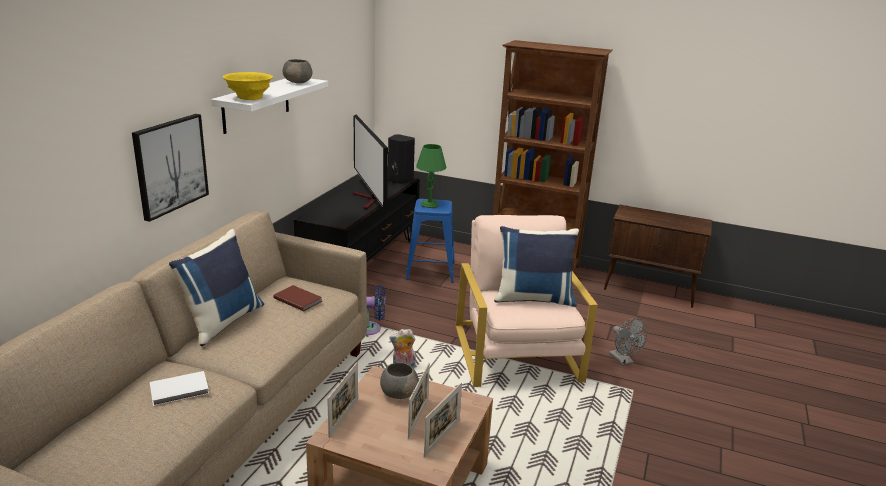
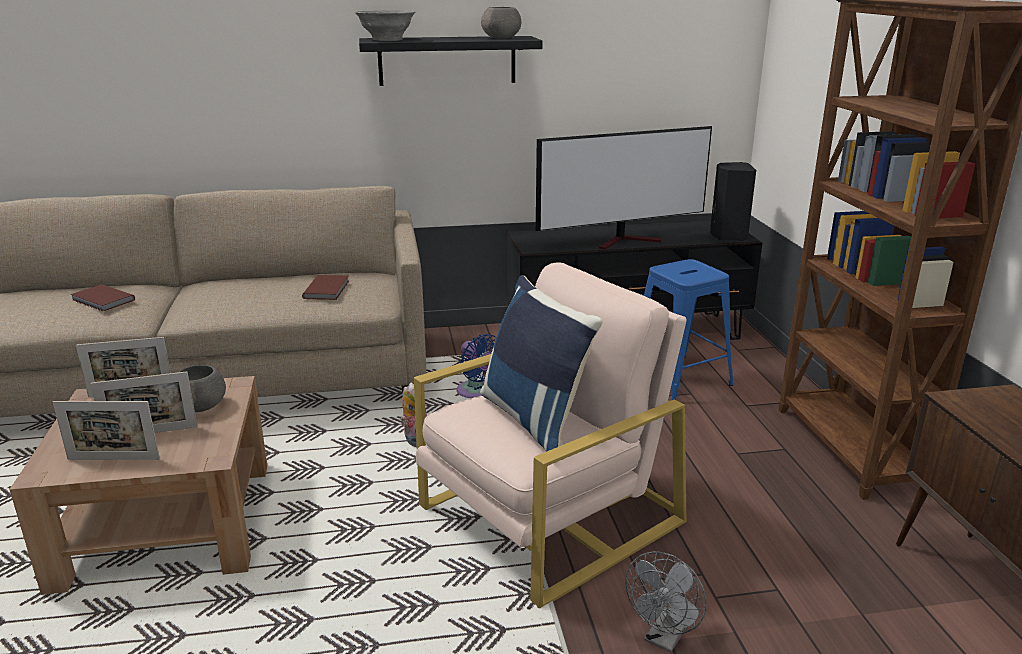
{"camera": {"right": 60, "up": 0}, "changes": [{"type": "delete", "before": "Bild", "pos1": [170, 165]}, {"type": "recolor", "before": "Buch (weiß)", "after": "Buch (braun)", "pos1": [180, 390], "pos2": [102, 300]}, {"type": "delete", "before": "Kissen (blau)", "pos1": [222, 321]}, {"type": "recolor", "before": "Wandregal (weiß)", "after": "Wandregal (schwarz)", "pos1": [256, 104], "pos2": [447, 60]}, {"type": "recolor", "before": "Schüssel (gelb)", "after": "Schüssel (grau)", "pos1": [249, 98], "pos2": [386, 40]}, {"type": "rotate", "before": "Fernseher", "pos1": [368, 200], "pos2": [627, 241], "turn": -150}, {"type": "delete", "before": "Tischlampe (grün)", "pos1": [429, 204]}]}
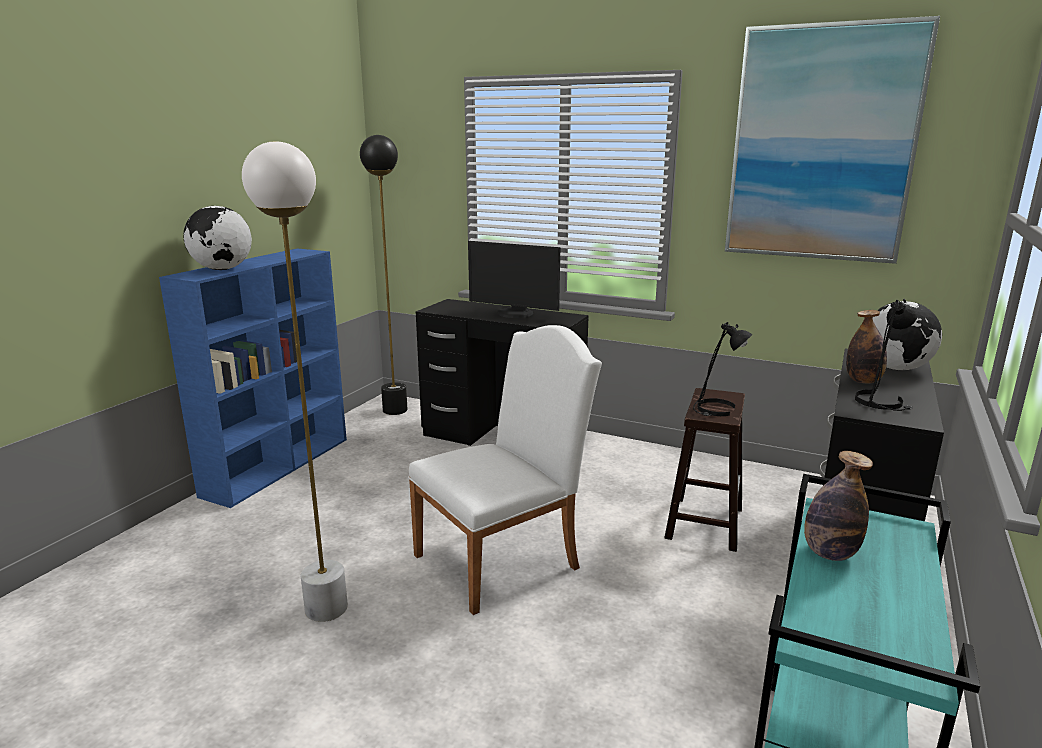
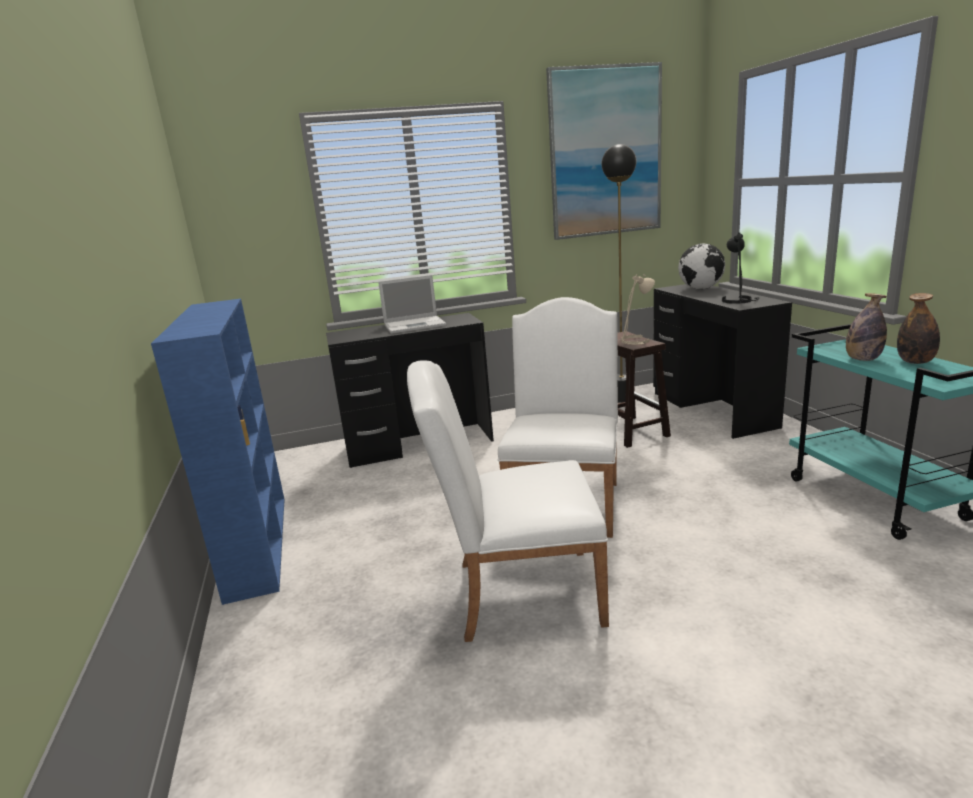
{"camera": {"right": -40, "up": 0}, "changes": [{"type": "delete", "before": "Globus", "pos1": [222, 269]}, {"type": "replace", "before": "Stehlampe (weiß)", "after": "Stuhl (weiß)", "pos1": [326, 608], "pos2": [516, 593]}, {"type": "move", "before": "Stehlampe (schwarz)", "pos1": [395, 410], "pos2": [621, 399]}, {"type": "replace", "before": "Monitor", "after": "Laptop", "pos1": [514, 314], "pos2": [416, 325]}, {"type": "recolor", "before": "Tischlampe (schwarz)", "after": "Tischlampe (beige)", "pos1": [716, 410], "pos2": [636, 341]}, {"type": "move", "before": "Flasche", "pos1": [863, 381], "pos2": [915, 362]}]}
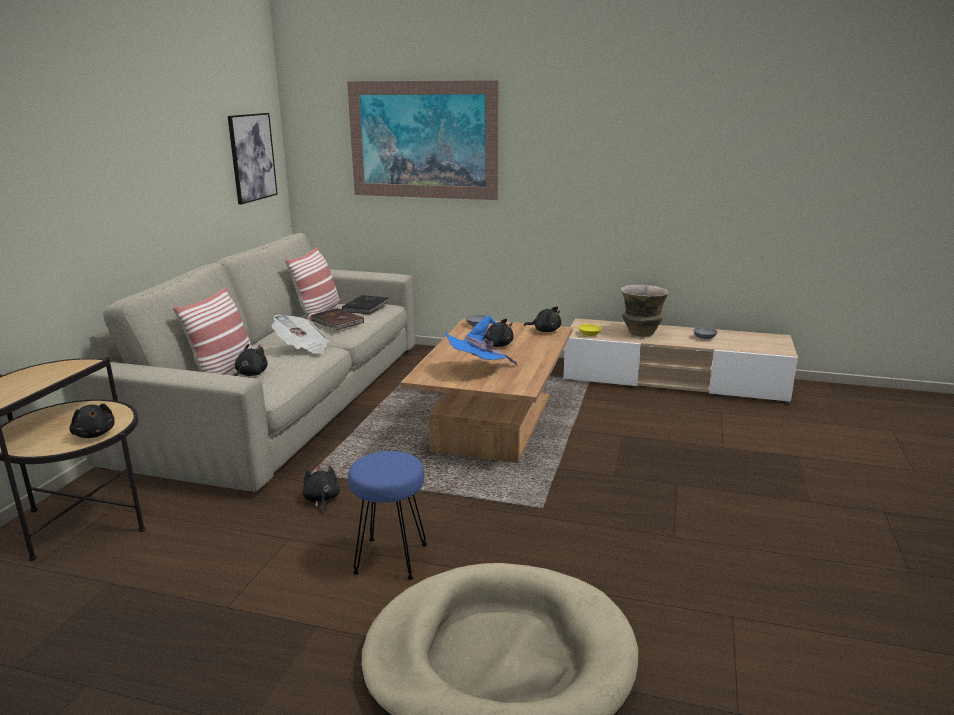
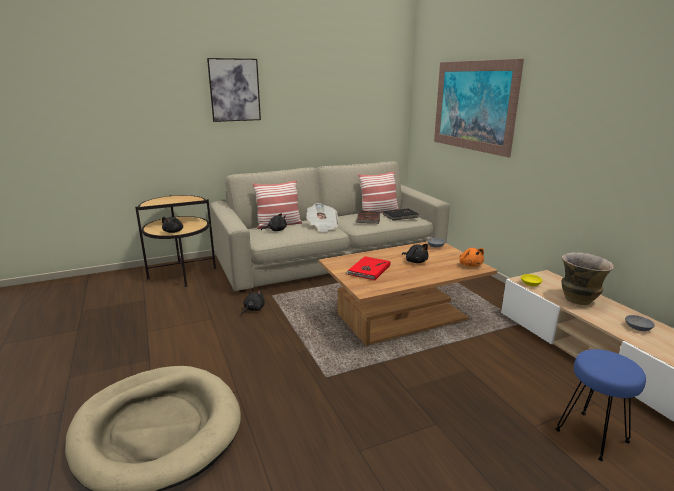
{"camera": {"right": 50, "up": 0}, "changes": [{"type": "move", "before": "Bild", "pos1": [252, 157], "pos2": [234, 90]}, {"type": "move", "before": "Hocker (blau)", "pos1": [391, 558], "pos2": [592, 435]}, {"type": "replace", "before": "Hut (blau)", "after": "Buch (rot)", "pos1": [477, 370], "pos2": [368, 270]}, {"type": "recolor", "before": "Plüschtier (schwarz)", "after": "Plüschtier (orange)", "pos1": [545, 330], "pos2": [470, 265]}]}
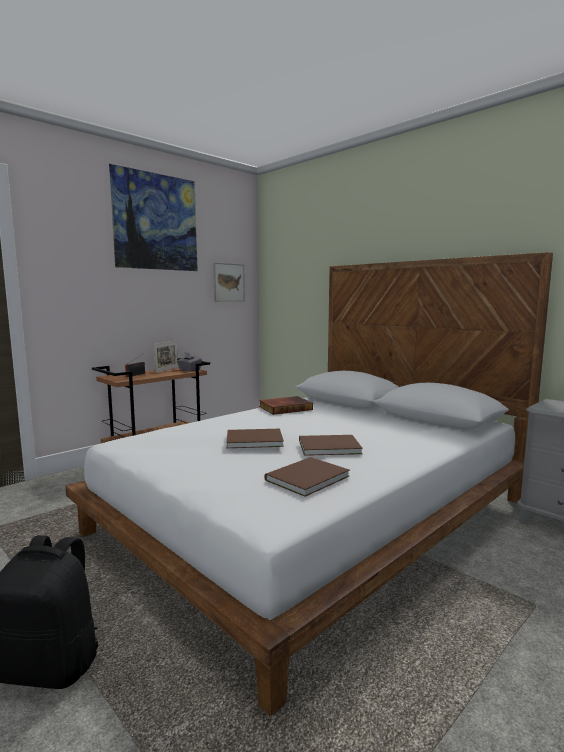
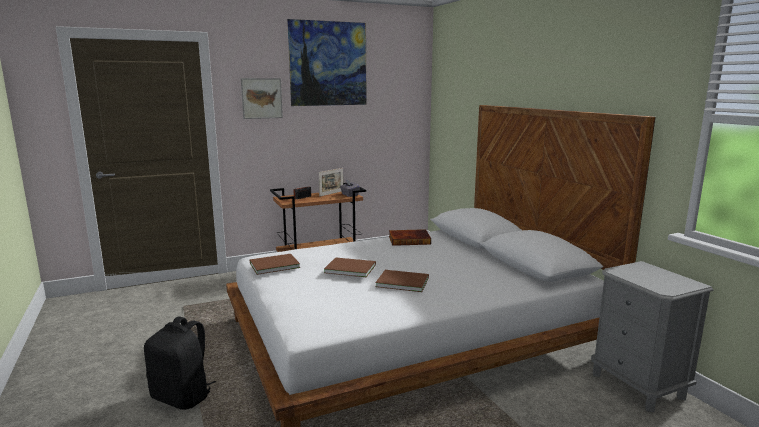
{"camera": {"right": 20, "up": 5}, "changes": [{"type": "move", "before": "Bild", "pos1": [228, 282], "pos2": [262, 98]}, {"type": "move", "before": "Buch (braun)", "pos1": [304, 478], "pos2": [272, 265]}]}
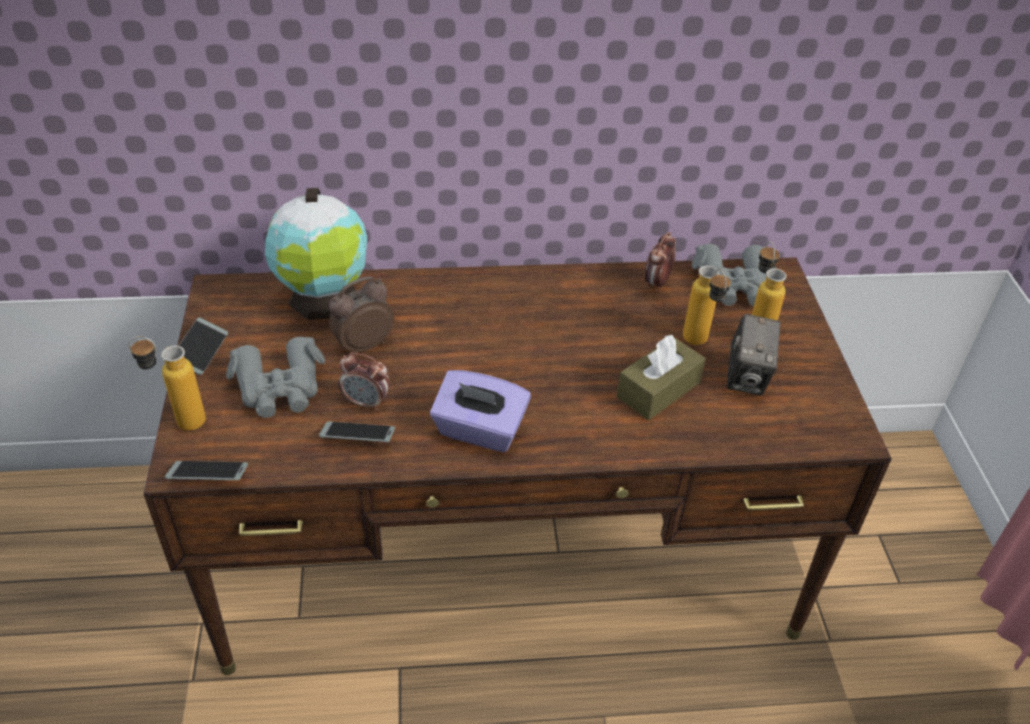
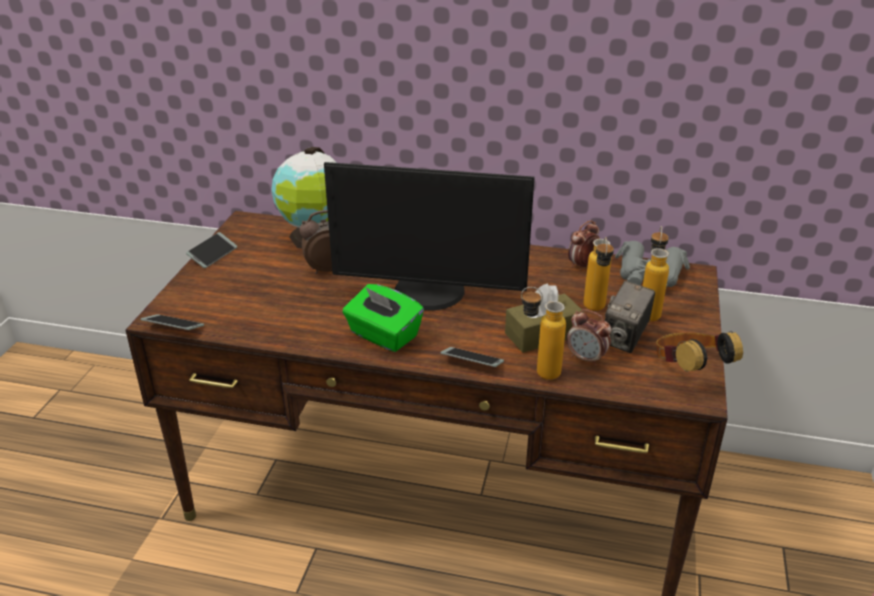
{"camera": {"right": 20, "up": -10}, "changes": [{"type": "move", "before": "Flasche", "pos1": [179, 422], "pos2": [538, 371]}, {"type": "delete", "before": "Fernglas (grau)", "pos1": [279, 387]}, {"type": "move", "before": "Handy", "pos1": [358, 437], "pos2": [472, 362]}, {"type": "move", "before": "Wecker", "pos1": [366, 402], "pos2": [586, 358]}, {"type": "recolor", "before": "Taschentuchbox (lila)", "after": "Taschentuchbox (grün)", "pos1": [479, 431], "pos2": [383, 335]}, {"type": "insert", "after": "Monitor", "pos2": [429, 293]}, {"type": "insert", "after": "Kopfhörer", "pos2": [689, 371]}]}
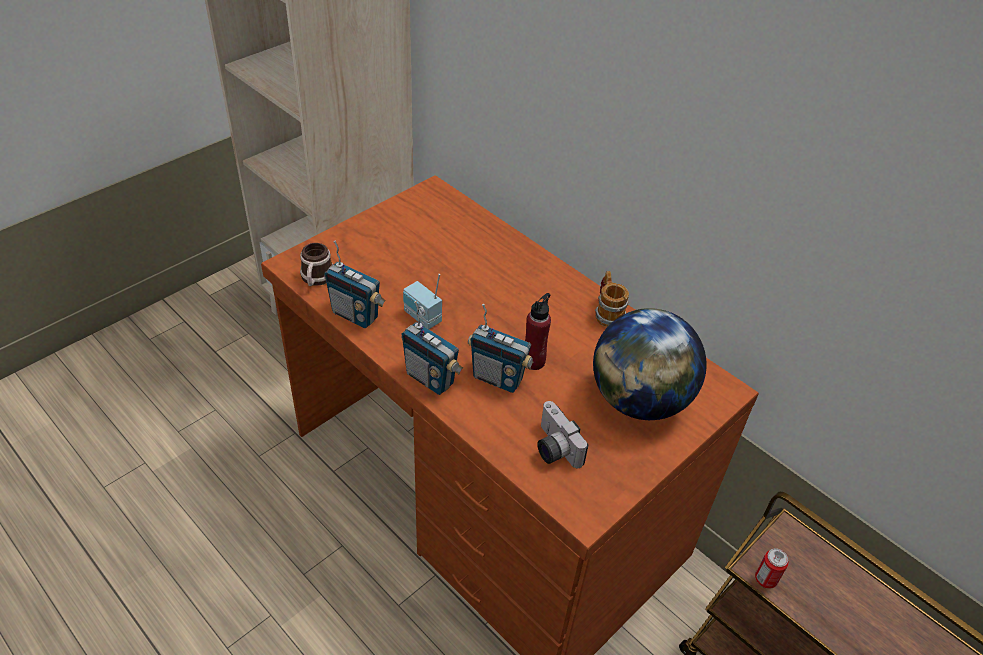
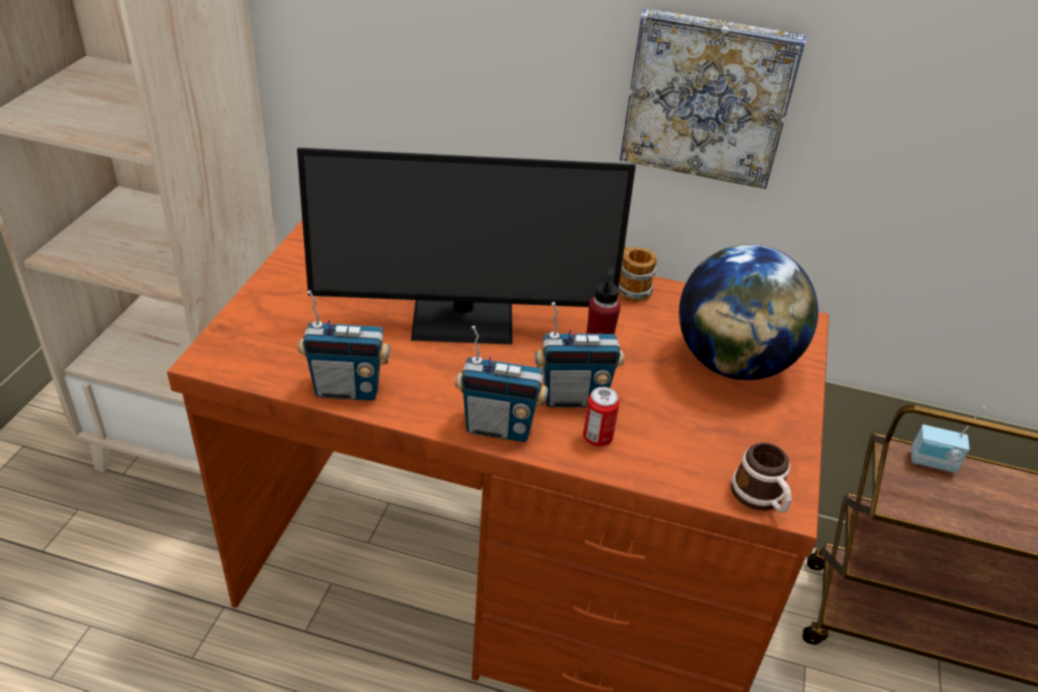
{"camera": {"right": -30, "up": -5}, "changes": [{"type": "move", "before": "Henkelbecher", "pos1": [316, 279], "pos2": [761, 498]}, {"type": "move", "before": "Radio", "pos1": [421, 318], "pos2": [933, 463]}, {"type": "delete", "before": "Kamera", "pos1": [553, 448]}, {"type": "move", "before": "Dose", "pos1": [765, 579], "pos2": [597, 437]}, {"type": "insert", "after": "Monitor", "pos2": [463, 313]}, {"type": "insert", "after": "Bild", "pos2": [708, 97]}]}
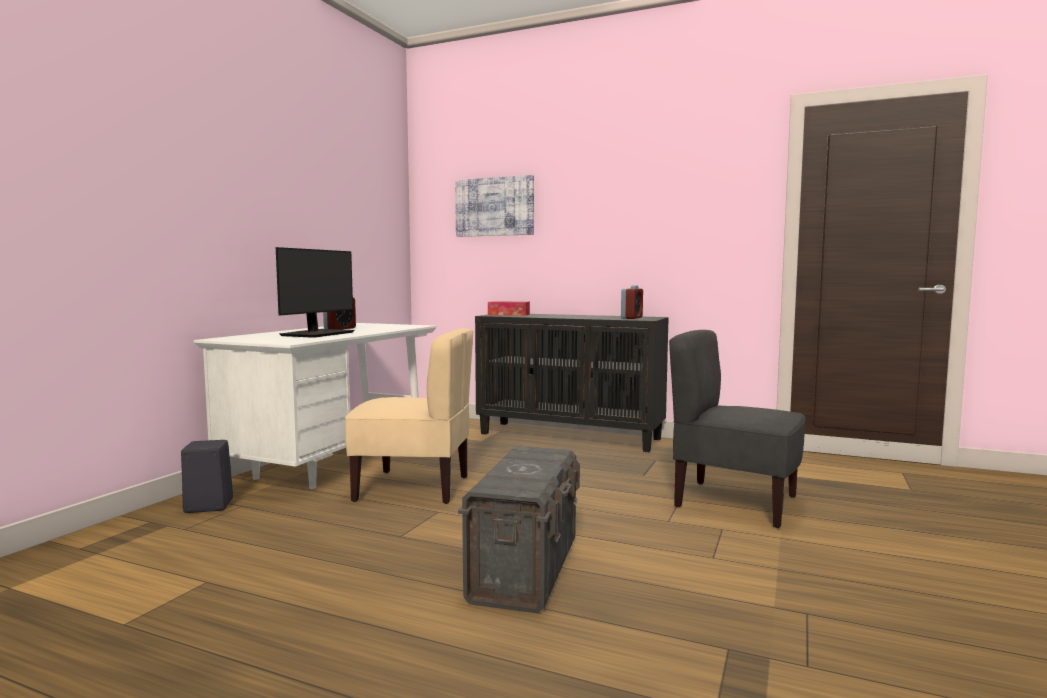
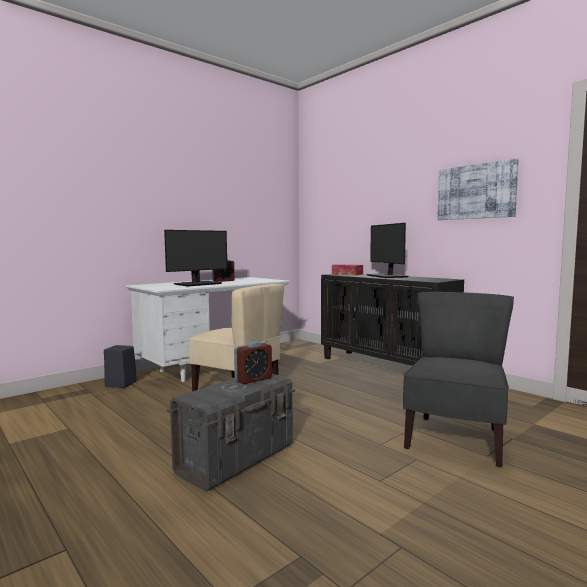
{"camera": {"right": 25, "up": 0}, "changes": [{"type": "move", "before": "Bild", "pos1": [494, 207], "pos2": [476, 191]}, {"type": "move", "before": "Wecker", "pos1": [631, 318], "pos2": [253, 379]}, {"type": "rotate", "before": "Stuhl (grau)", "pos1": [735, 502], "pos2": [455, 439], "turn": 60}, {"type": "insert", "after": "Monitor", "pos2": [387, 276]}]}
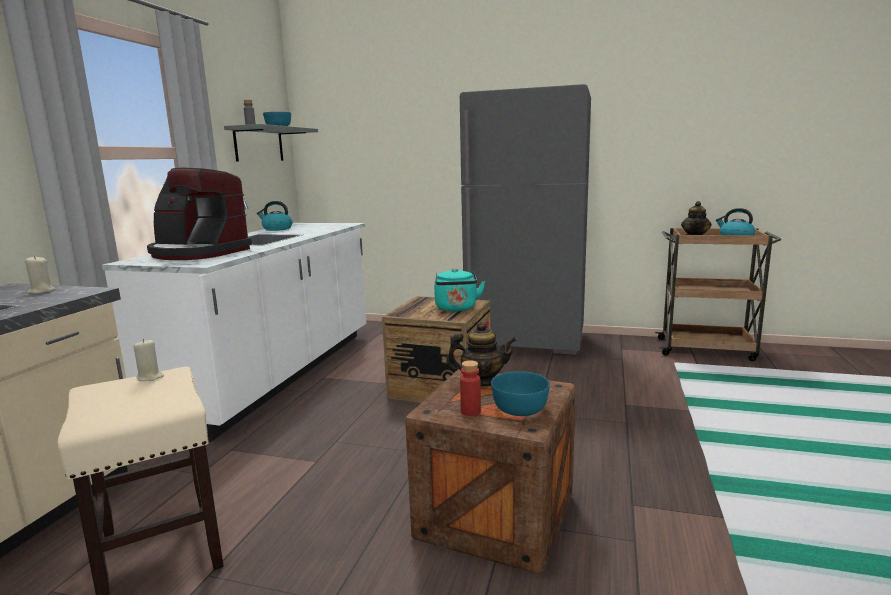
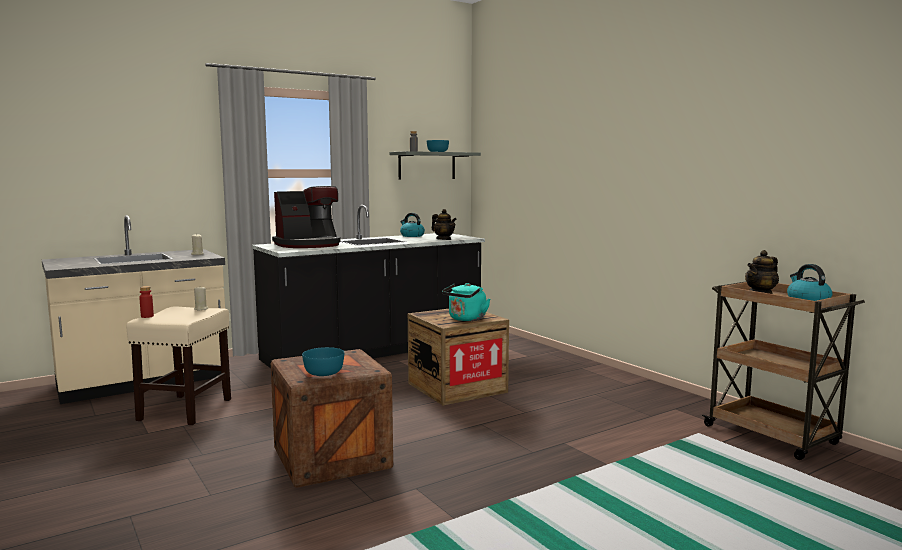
{"camera": {"right": 40, "up": -5}, "changes": [{"type": "recolor", "before": "Küchenzeile (weiß)", "after": "Küchenzeile (schwarz)", "pos1": [276, 375], "pos2": [375, 351]}, {"type": "rotate", "before": "Kaffeemaschine", "pos1": [198, 253], "pos2": [308, 245], "turn": -90}, {"type": "move", "before": "Teekanne", "pos1": [481, 381], "pos2": [444, 239]}, {"type": "delete", "before": "Kühlschrank (grau)", "pos1": [527, 343]}, {"type": "move", "before": "Flasche (rot)", "pos1": [470, 411], "pos2": [147, 316]}]}
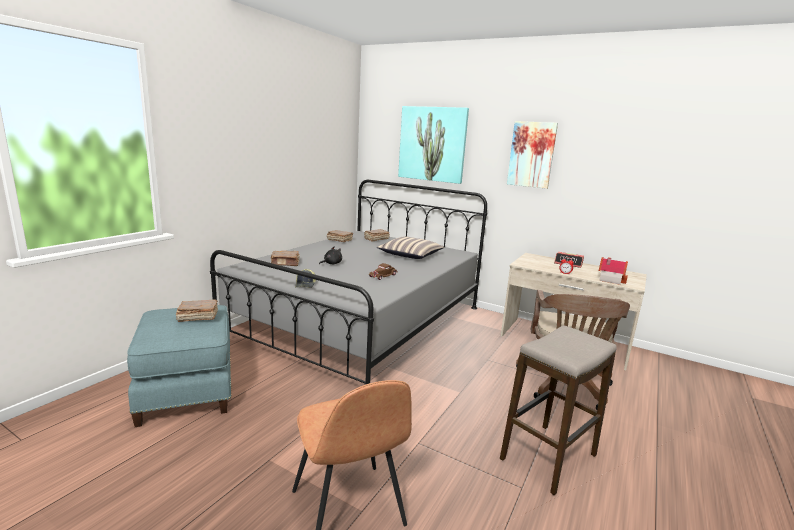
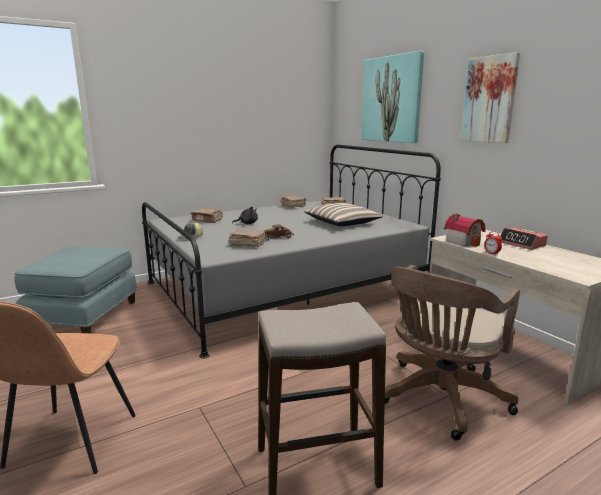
{"camera": {"right": 30, "up": 0}, "changes": [{"type": "move", "before": "Buch (braun)", "pos1": [197, 317], "pos2": [247, 244]}, {"type": "move", "before": "Spielzeughaus", "pos1": [609, 279], "pos2": [463, 241]}]}
